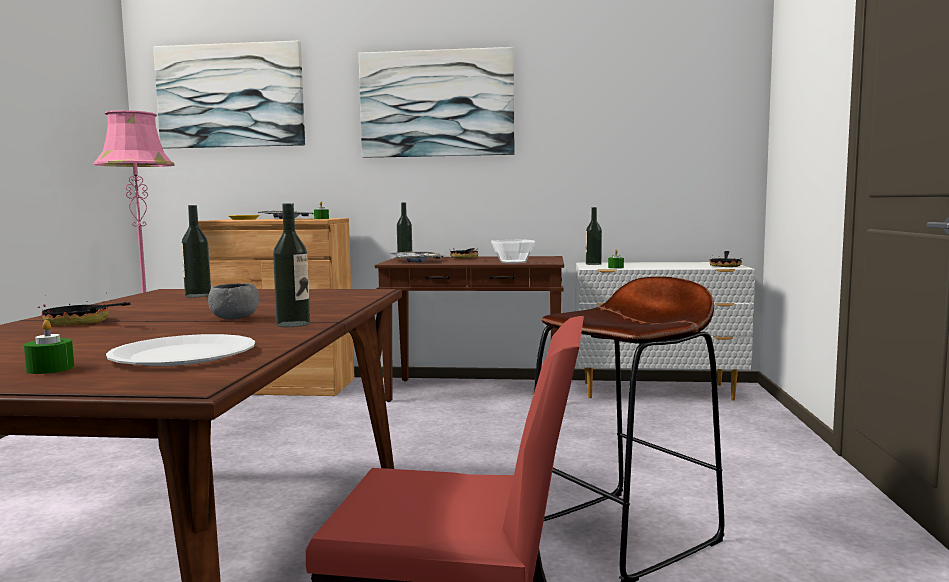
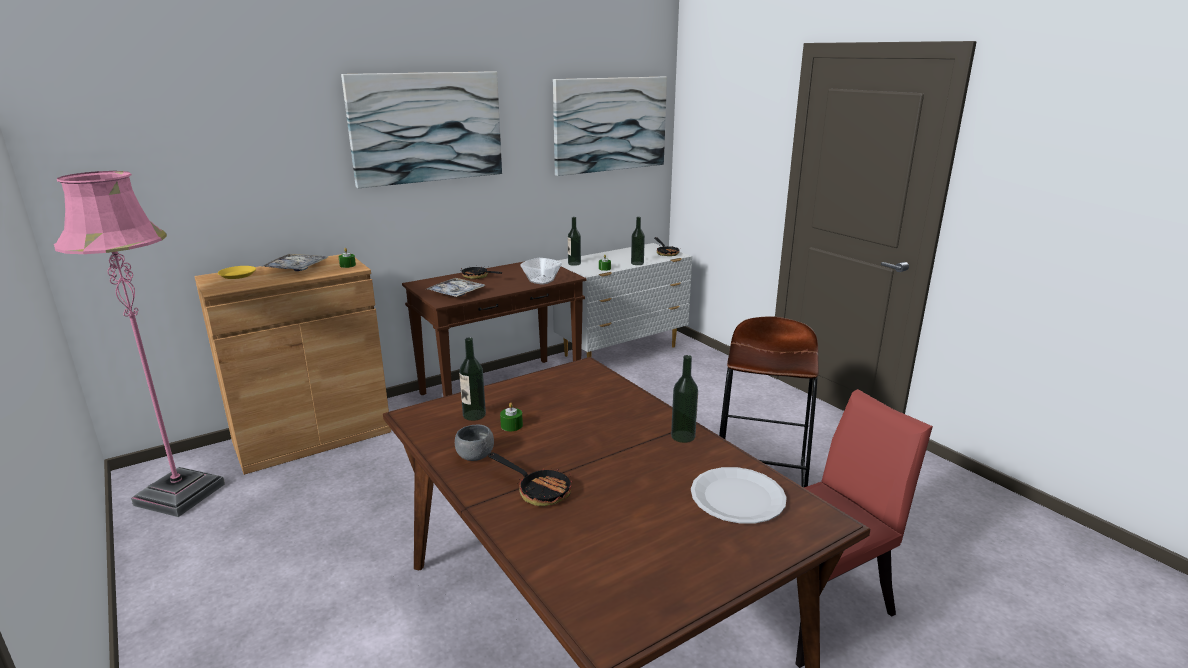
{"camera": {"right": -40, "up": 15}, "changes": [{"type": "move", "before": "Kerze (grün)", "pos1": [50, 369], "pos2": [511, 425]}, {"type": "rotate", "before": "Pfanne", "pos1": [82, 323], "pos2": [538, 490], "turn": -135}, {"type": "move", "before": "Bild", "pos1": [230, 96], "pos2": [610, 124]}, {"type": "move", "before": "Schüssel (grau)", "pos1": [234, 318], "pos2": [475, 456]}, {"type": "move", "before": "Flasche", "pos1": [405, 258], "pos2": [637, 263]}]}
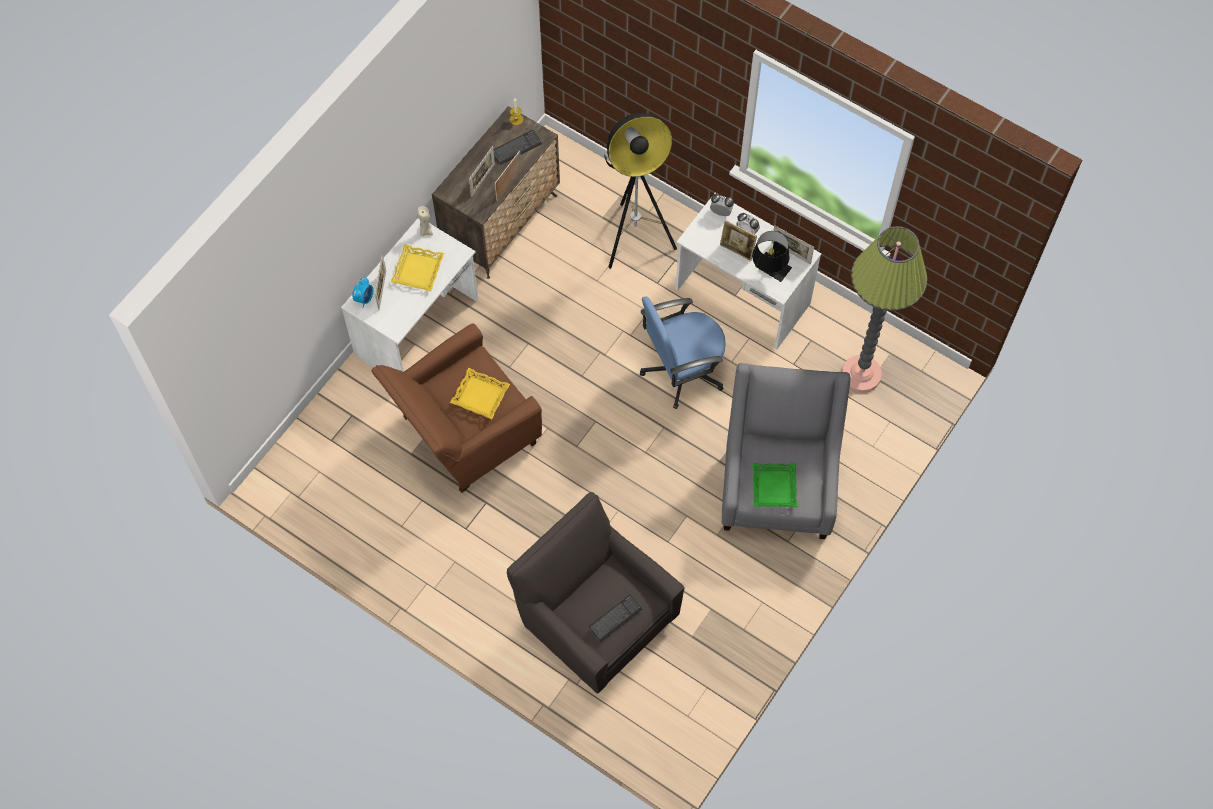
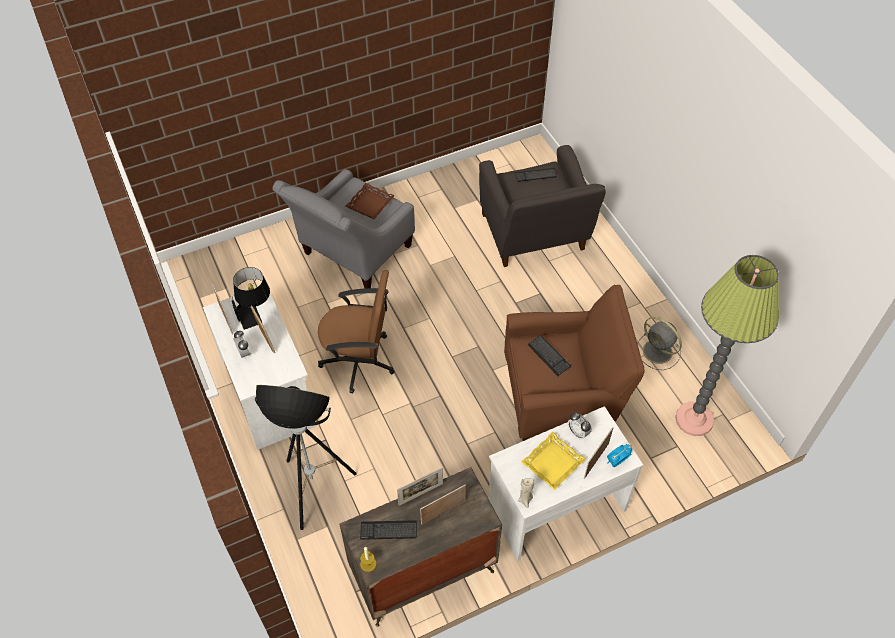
{"camera": {"right": -150, "up": -10}, "changes": [{"type": "replace", "before": "Tablett (gelb)", "after": "Tastatur", "pos1": [480, 396], "pos2": [549, 356]}, {"type": "recolor", "before": "Bürostuhl (blau)", "after": "Bürostuhl (braun)", "pos1": [681, 370], "pos2": [359, 361]}, {"type": "move", "before": "Wecker", "pos1": [721, 212], "pos2": [578, 433]}, {"type": "recolor", "before": "Tablett (grün)", "after": "Tablett (braun)", "pos1": [773, 487], "pos2": [370, 204]}, {"type": "move", "before": "Stehlampe", "pos1": [861, 374], "pos2": [694, 419]}, {"type": "insert", "after": "Ventilator (grau)", "pos2": [658, 352]}]}
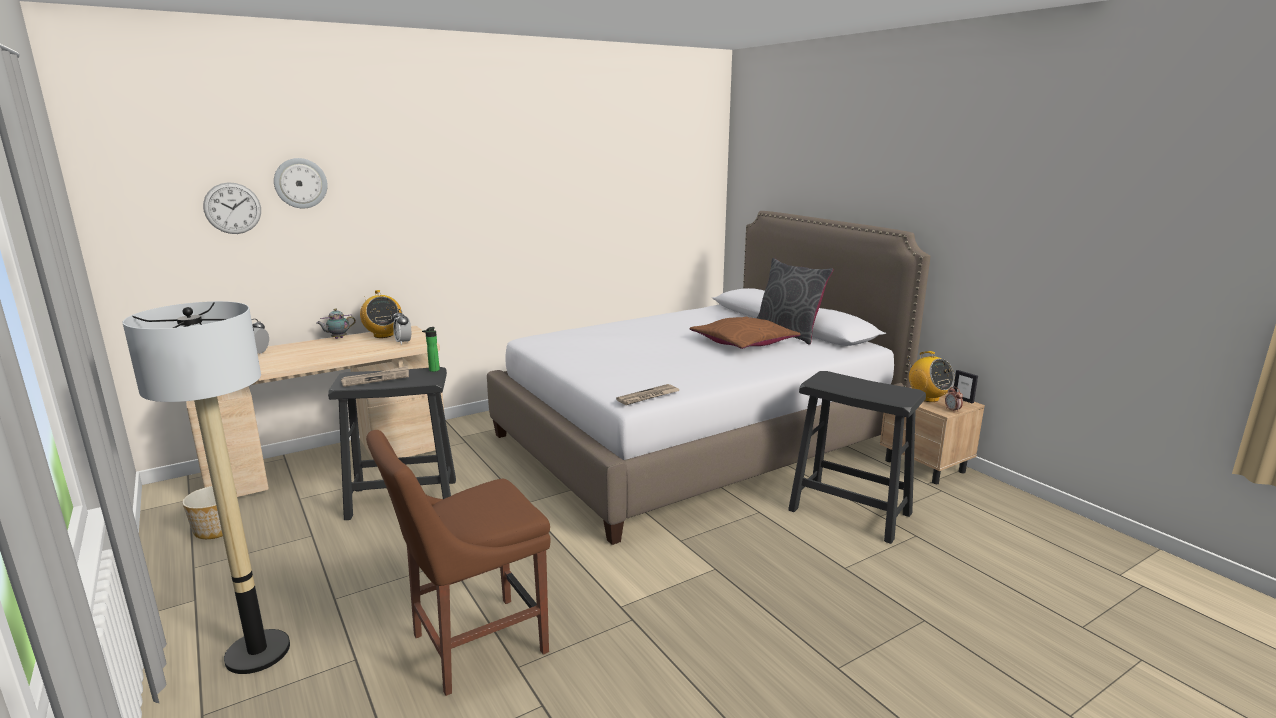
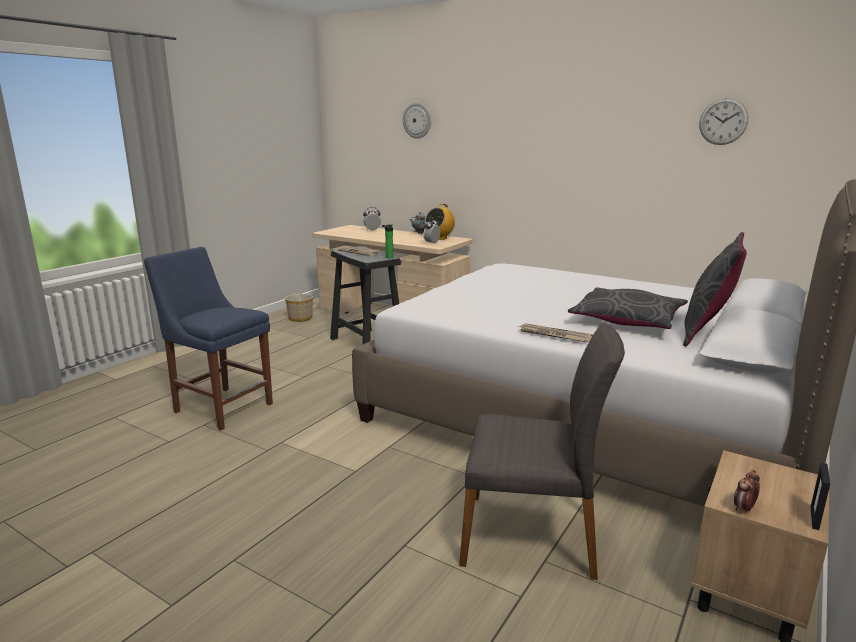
{"camera": {"right": 65, "up": 0}, "changes": [{"type": "delete", "before": "Stehlampe", "pos1": [257, 652]}, {"type": "move", "before": "Wanduhr", "pos1": [232, 208], "pos2": [723, 121]}, {"type": "recolor", "before": "Stuhl (braun)", "after": "Stuhl (blau)", "pos1": [472, 645], "pos2": [221, 406]}, {"type": "move", "before": "Zeitung", "pos1": [648, 397], "pos2": [554, 335]}, {"type": "recolor", "before": "Kissen (braun)", "after": "Kissen (grau)", "pos1": [743, 343], "pos2": [627, 320]}, {"type": "replace", "before": "Hocker (schwarz)", "after": "Stuhl (grau)", "pos1": [850, 512], "pos2": [531, 536]}, {"type": "delete", "before": "Radio", "pos1": [927, 398]}]}
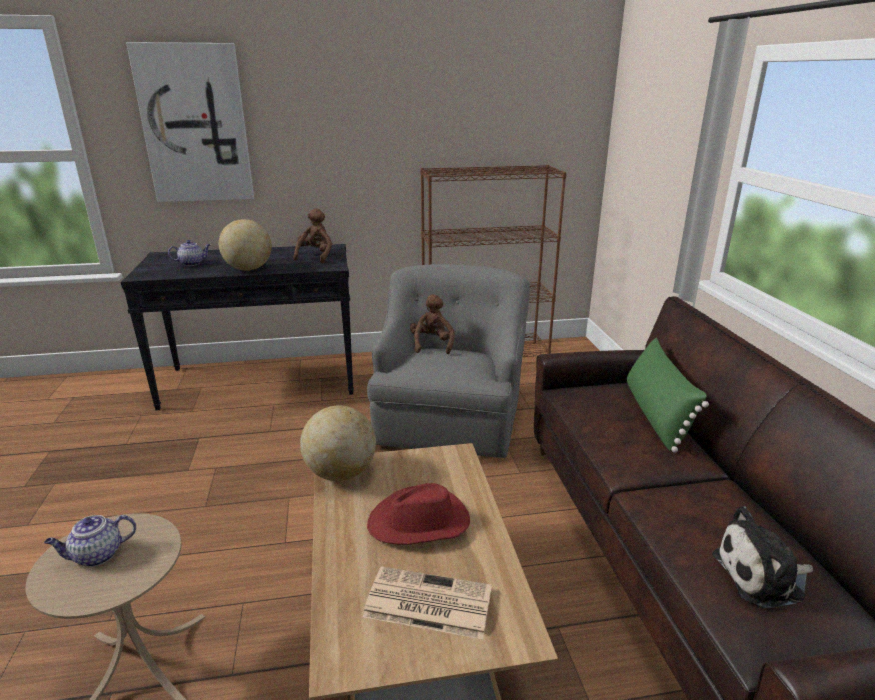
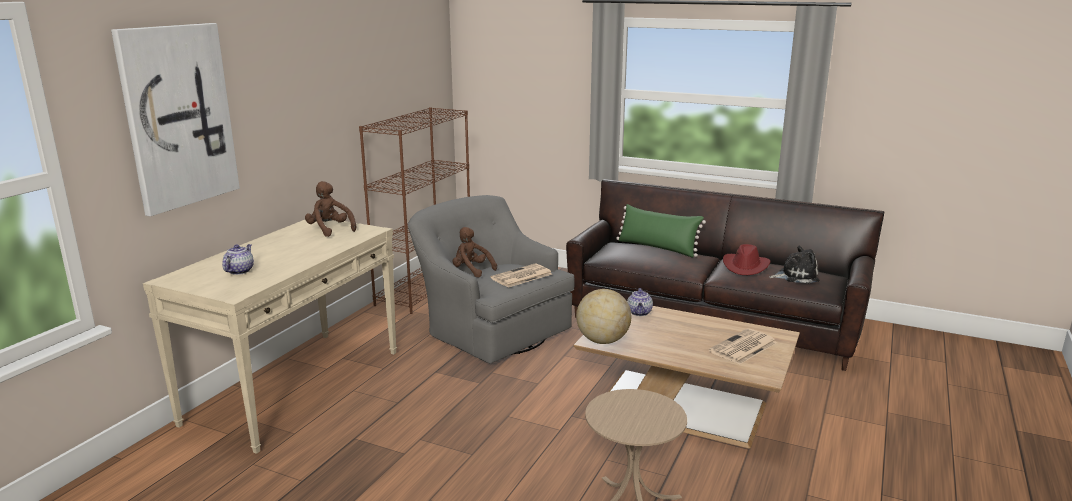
{"camera": {"right": -55, "up": -5}, "changes": [{"type": "move", "before": "Teekanne", "pos1": [97, 555], "pos2": [639, 313]}, {"type": "recolor", "before": "Konsolentisch (schwarz)", "after": "Konsolentisch (beige)", "pos1": [262, 381], "pos2": [296, 386]}, {"type": "delete", "before": "Globus", "pos1": [248, 269]}, {"type": "move", "before": "Hut (rot)", "pos1": [420, 522], "pos2": [745, 266]}, {"type": "rotate", "before": "Plüschtier", "pos1": [762, 577], "pos2": [795, 276], "turn": -120}, {"type": "insert", "after": "Zeitung", "pos2": [521, 276]}]}
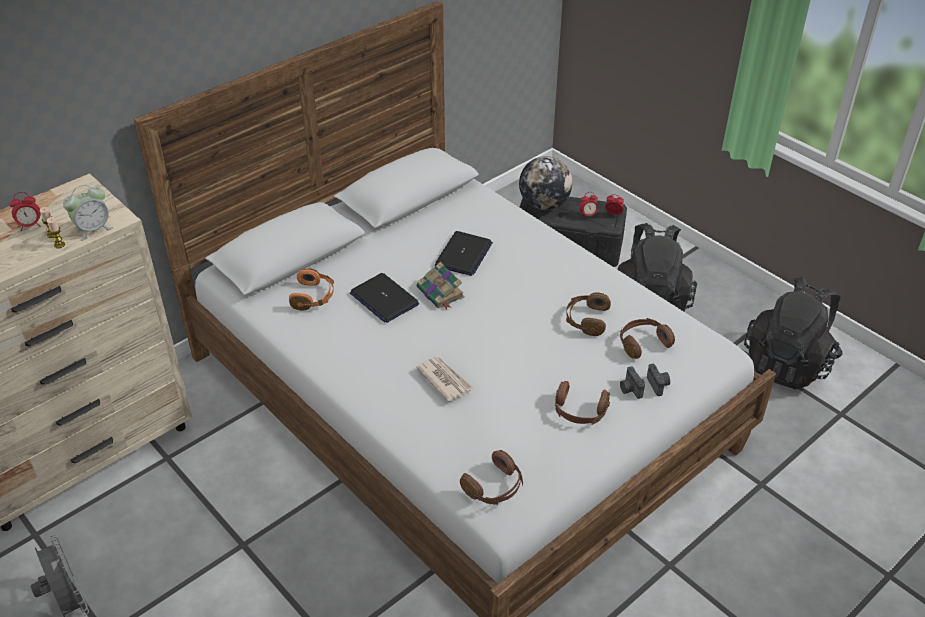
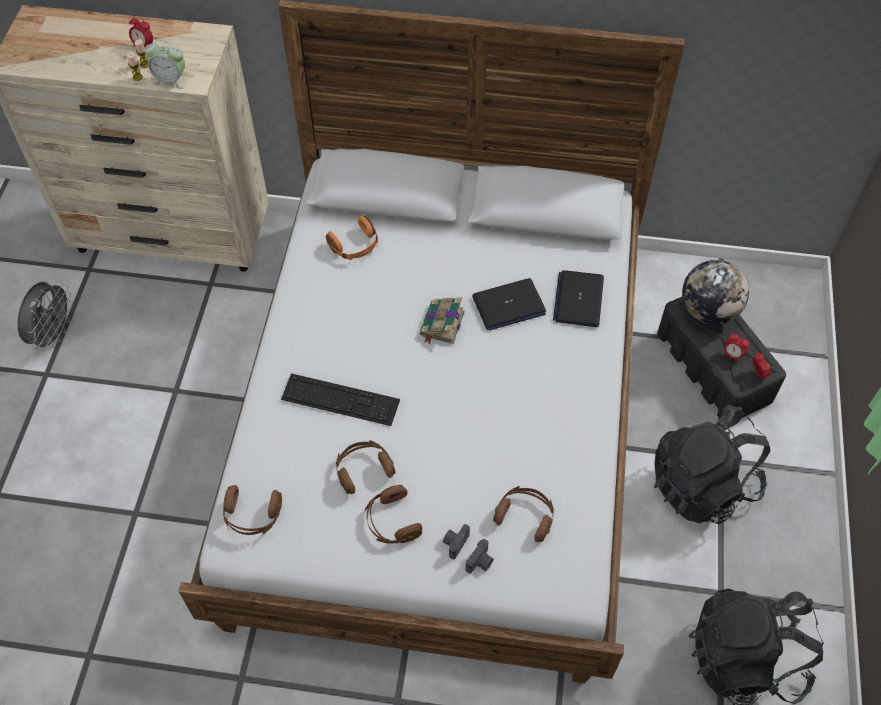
{"camera": {"right": 50, "up": 15}, "changes": [{"type": "move", "before": "Laptop", "pos1": [384, 299], "pos2": [578, 299]}, {"type": "replace", "before": "Zeitung", "after": "Tastatur", "pos1": [444, 379], "pos2": [340, 400]}, {"type": "move", "before": "Kopfhörer (braun)", "pos1": [586, 320], "pos2": [363, 469]}]}
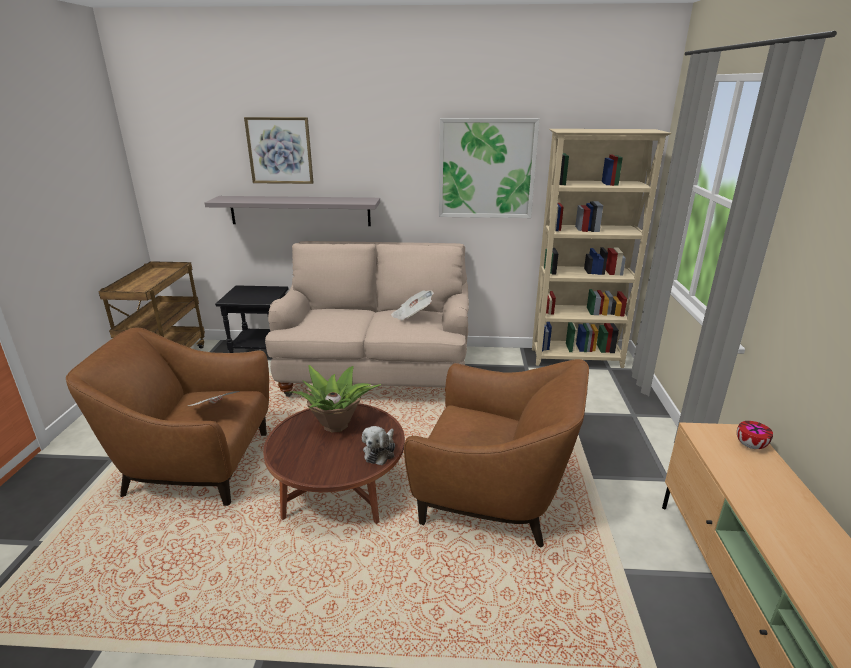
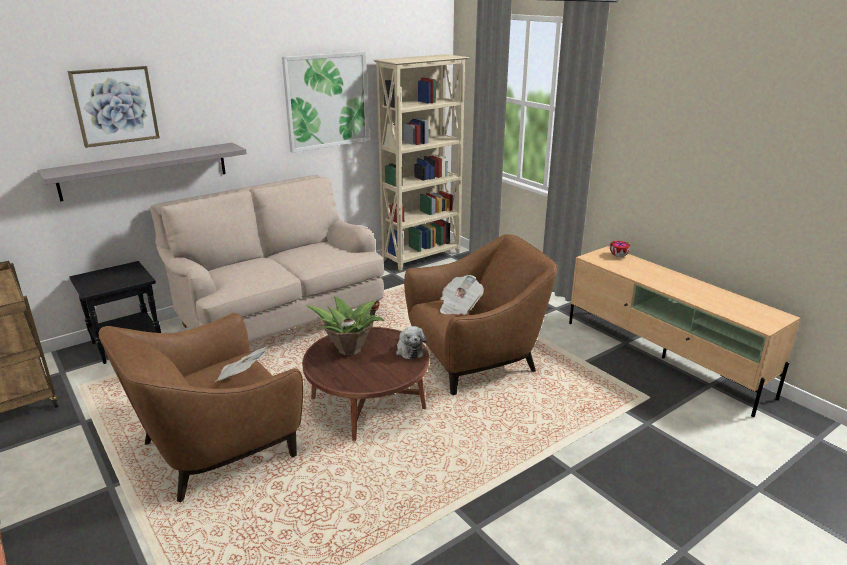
{"camera": {"right": -40, "up": 0}, "changes": [{"type": "move", "before": "Zeitung", "pos1": [412, 315], "pos2": [459, 306]}]}
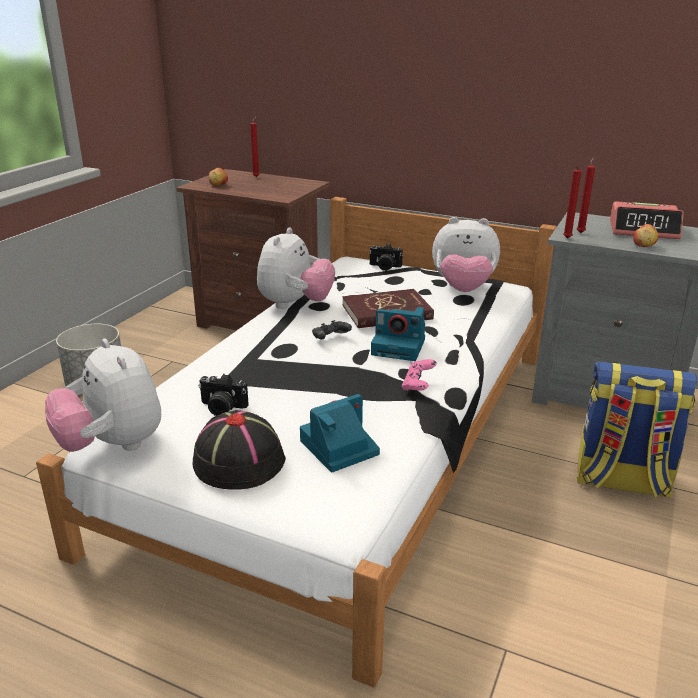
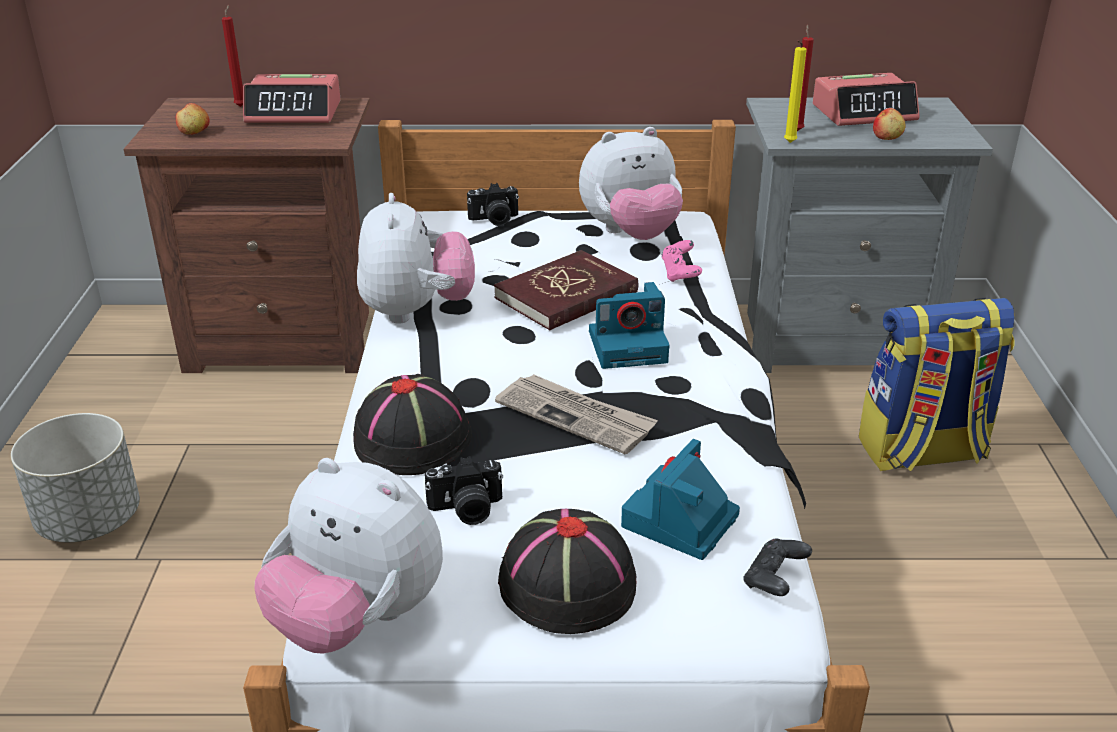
{"camera": {"right": -25, "up": 5}, "changes": [{"type": "move", "before": "Gamepad (schwarz)", "pos1": [330, 338], "pos2": [774, 580]}, {"type": "move", "before": "Gamepad (rosa)", "pos1": [418, 386], "pos2": [680, 274]}, {"type": "recolor", "before": "Kerze (rot)", "after": "Kerze (gelb)", "pos1": [565, 238], "pos2": [788, 143]}, {"type": "insert", "after": "Wecker", "pos2": [294, 112]}, {"type": "insert", "after": "Hut (schwarz)", "pos2": [413, 439]}, {"type": "insert", "after": "Zeitung", "pos2": [576, 416]}]}
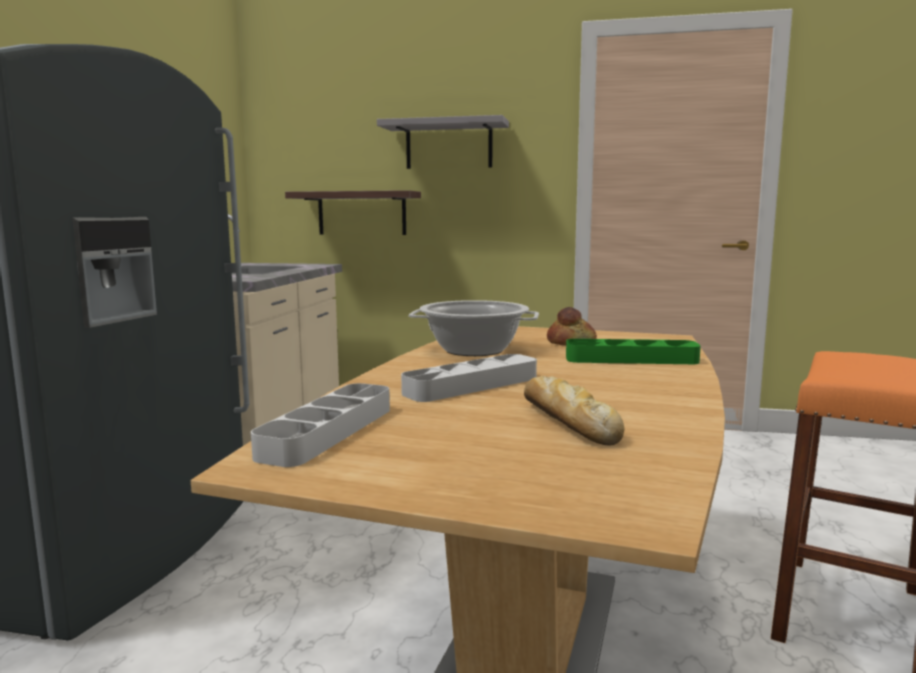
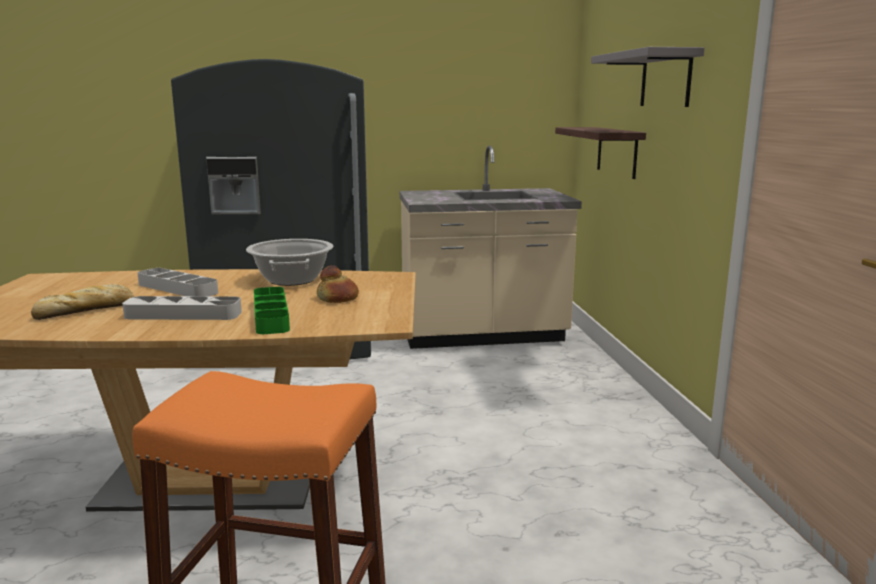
{"camera": {"right": 70, "up": 5}, "changes": [{"type": "move", "before": "Tablett (grau)", "pos1": [328, 431], "pos2": [183, 314]}]}
